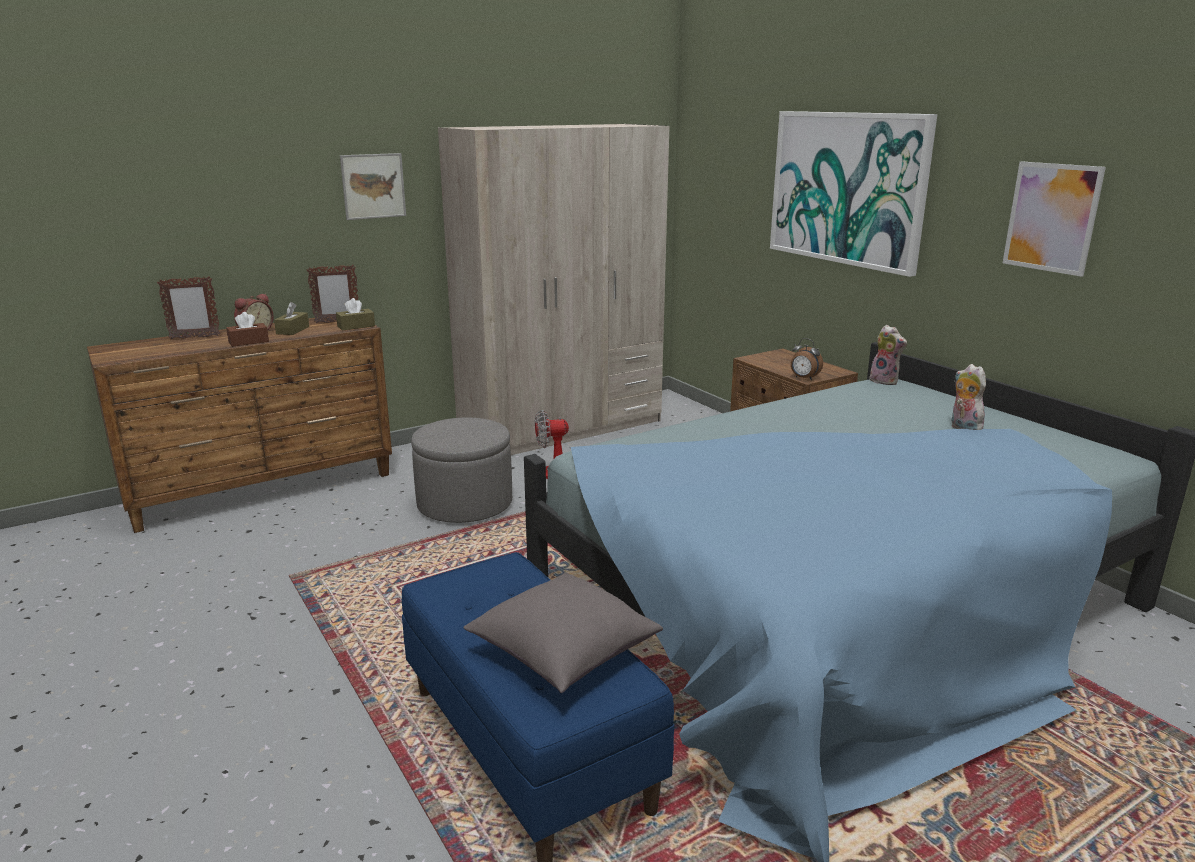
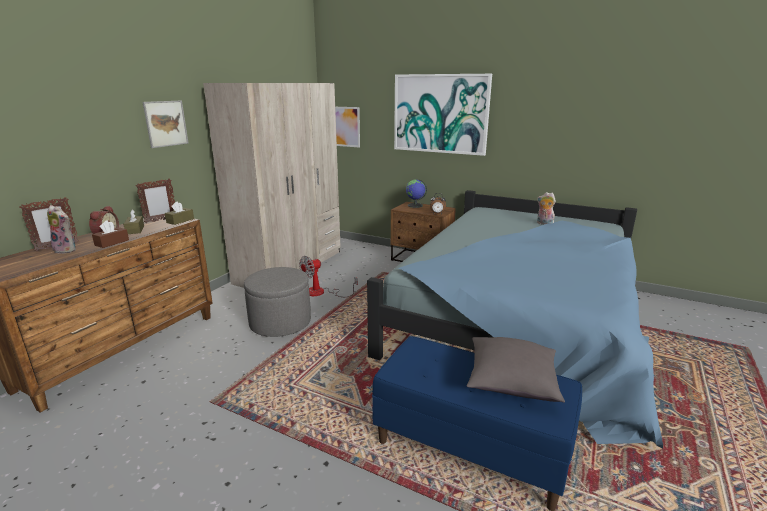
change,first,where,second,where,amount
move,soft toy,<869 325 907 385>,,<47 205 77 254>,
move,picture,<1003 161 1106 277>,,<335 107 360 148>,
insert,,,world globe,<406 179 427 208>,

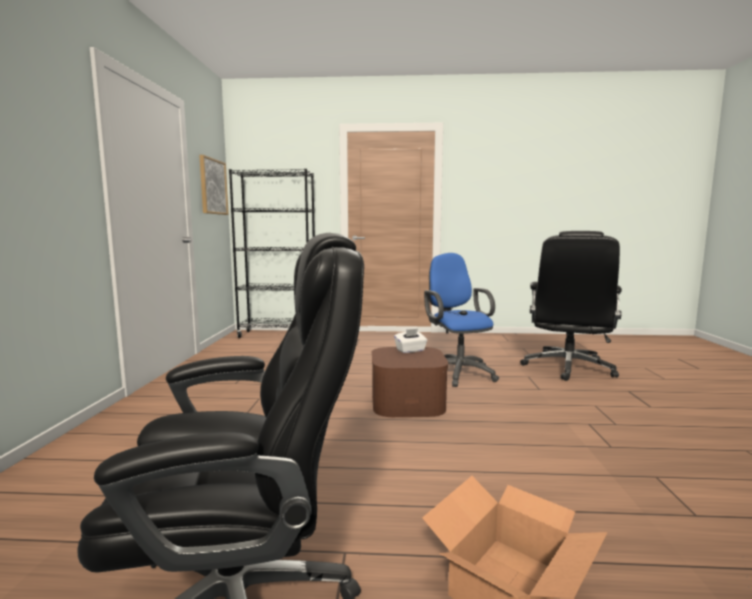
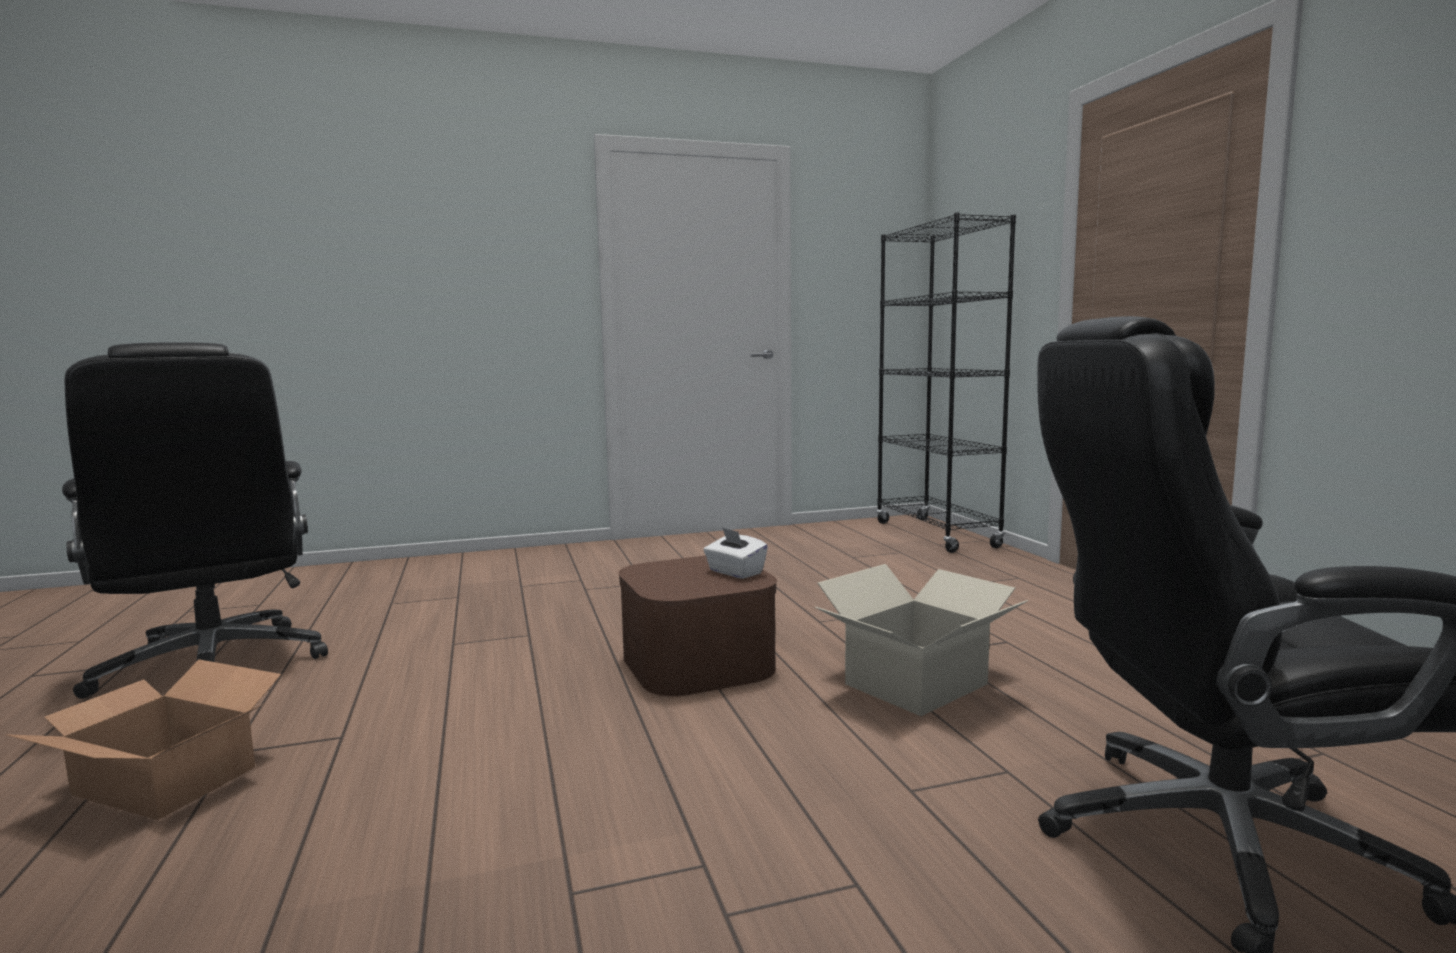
change,first,where,second,where,amount
delete,picture,<199 155 229 215>,,,
replace,office chair (bluish),<424 253 499 387>,carton,<815 564 1029 716>,

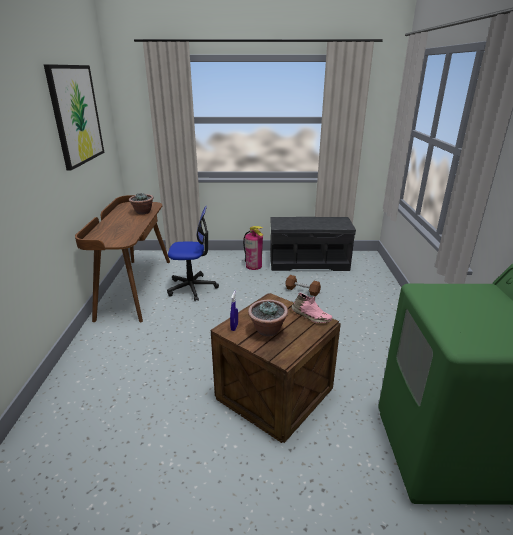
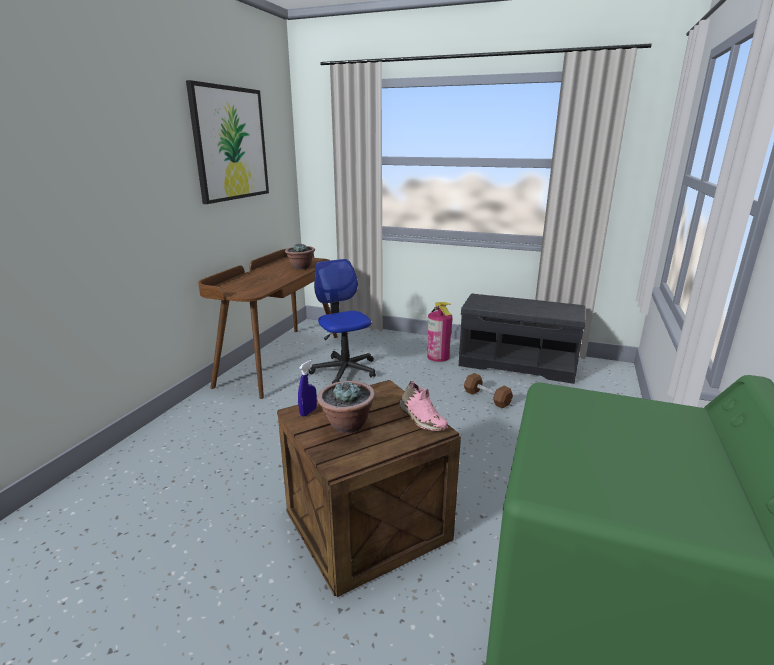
change,first,where,second,where,amount
rotate,office chair,<167 206 219 301>,,<309 259 376 384>,135 degrees counterclockwise

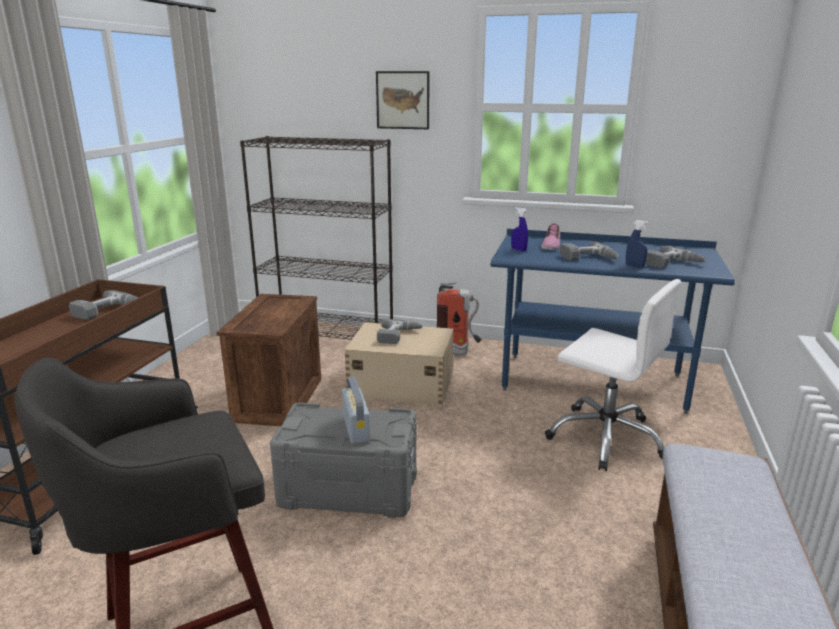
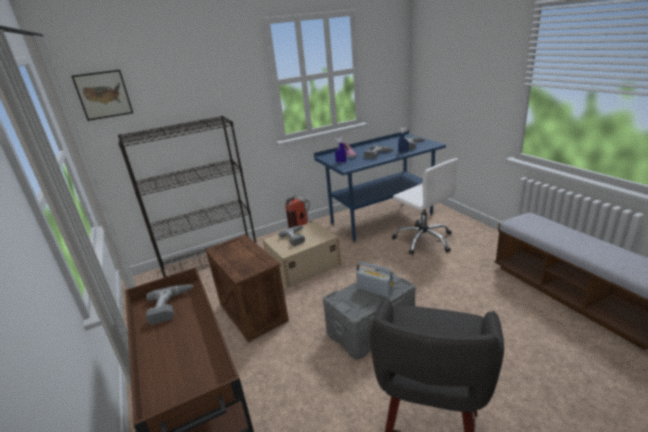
change,first,where,second,where,amount
move,picture,<376 71 430 129>,,<71 70 133 121>,
rotate,office chair (white),<545 279 681 471>,,<392 158 458 255>,60 degrees clockwise

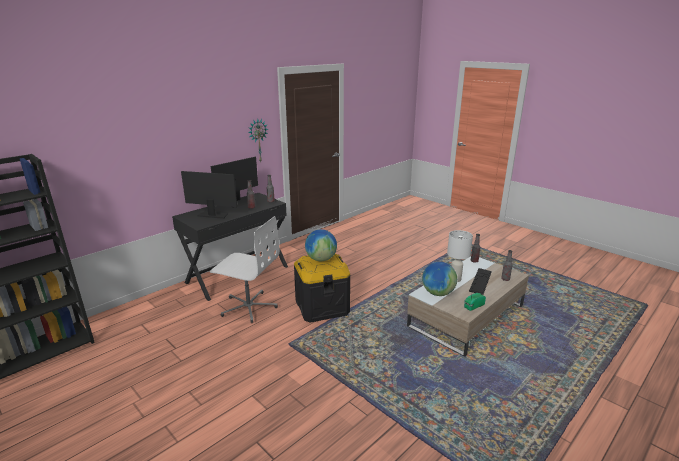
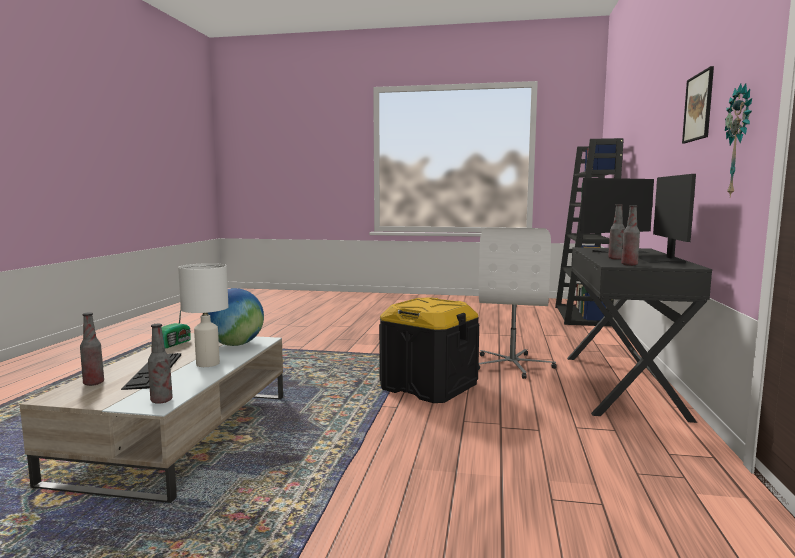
change,first,where,second,where,amount
rotate,office chair (white),<210 216 280 323>,,<478 227 557 379>,60 degrees counterclockwise
delete,world globe,<305 229 337 261>,,,
insert,,,picture,<682 66 714 143>,

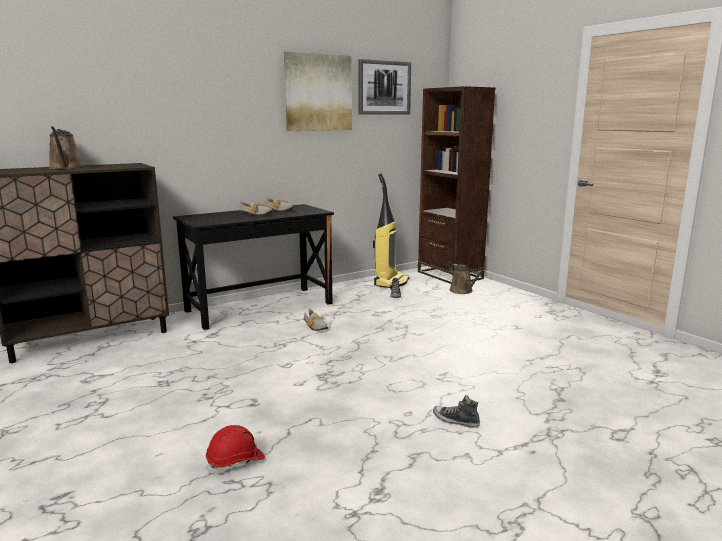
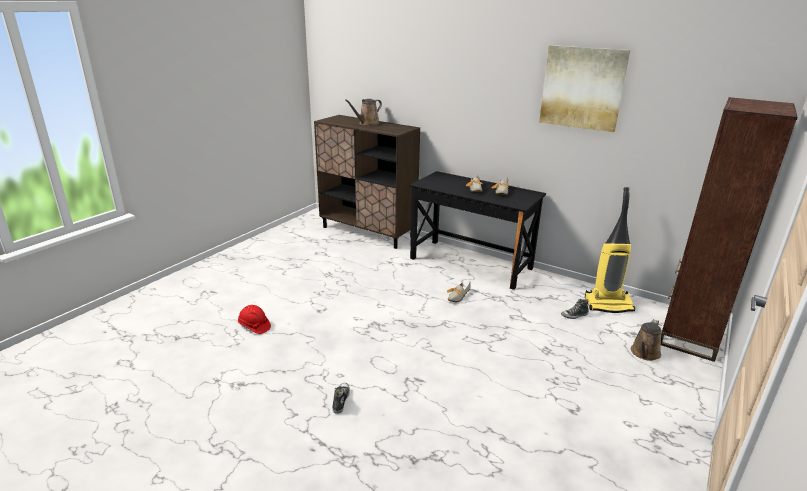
change,first,where,second,where,amount
delete,picture,<359 59 411 115>,,,

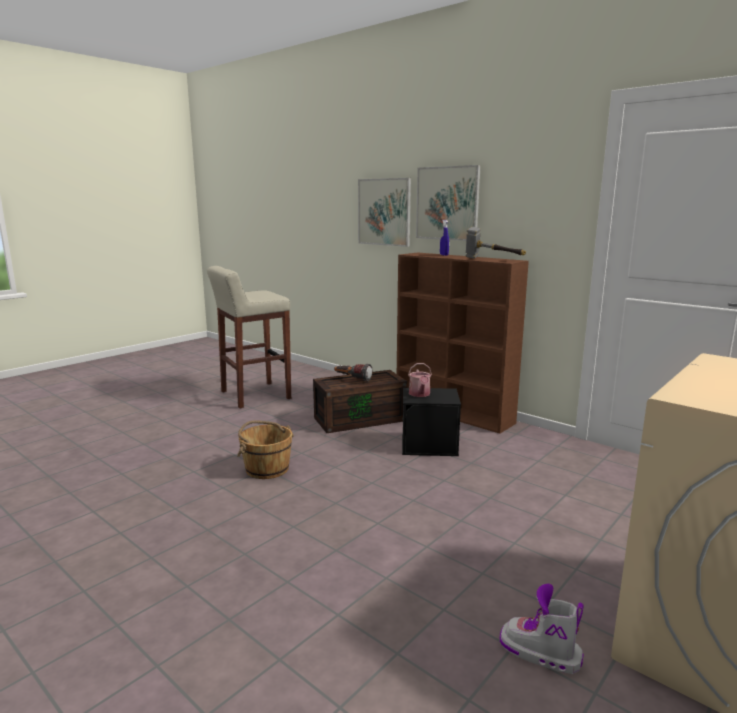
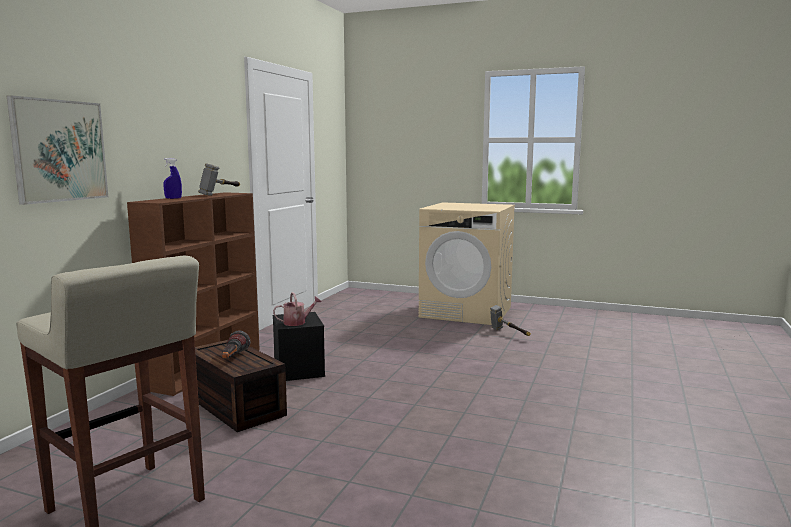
change,first,where,second,where,amount
delete,pail (brown-coloured),<237 420 294 479>,,,
delete,picture,<416 165 481 241>,,,
replace,tall boot,<500 584 584 674>,hand hammer,<490 305 531 336>,

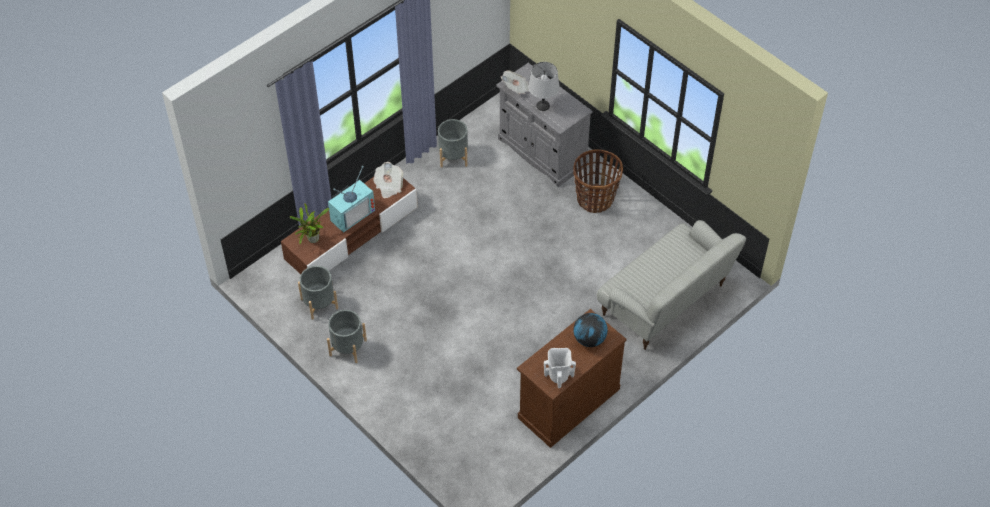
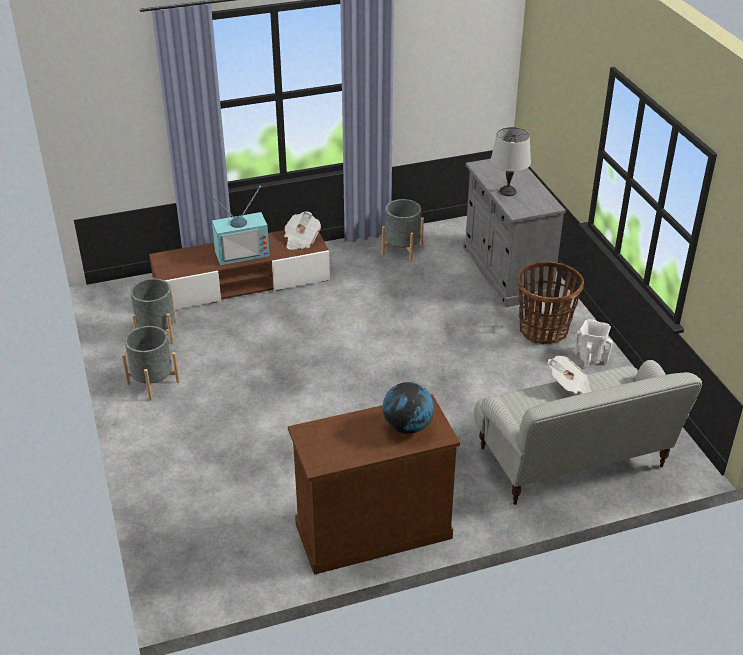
change,first,where,second,where,amount
delete,houseplant,<289 203 330 244>,,,
move,daily paper,<501 70 529 94>,,<548 356 592 394>,
move,flower vase (white),<544 348 576 388>,,<575 319 613 368>,

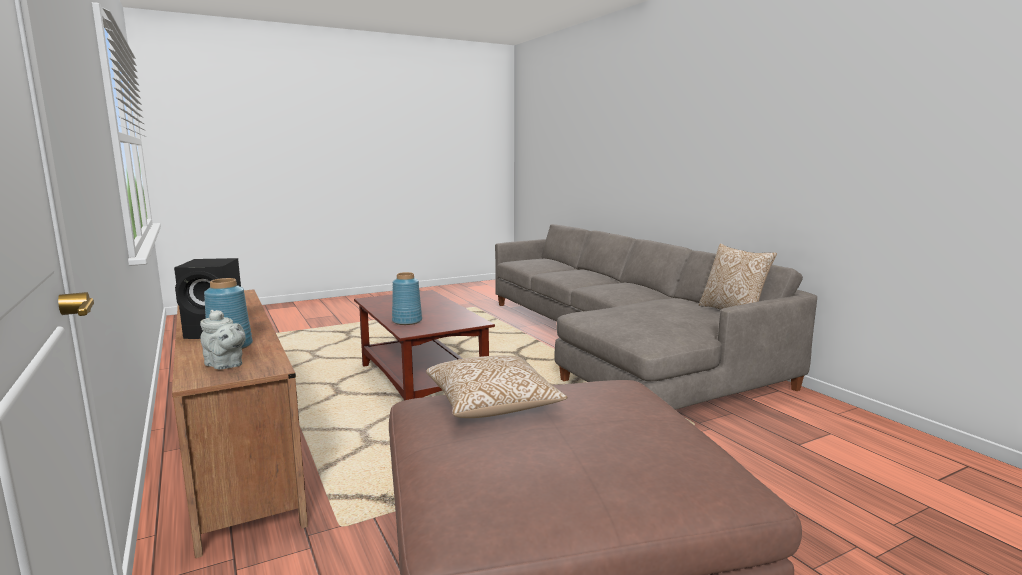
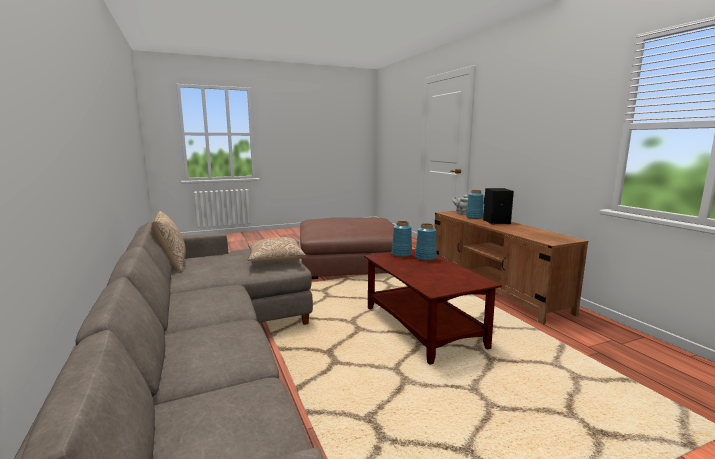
change,first,where,second,where,amount
move,cushion,<426 355 567 418>,,<248 237 306 263>,
insert,,,flower vase (bluish),<392 221 412 257>,

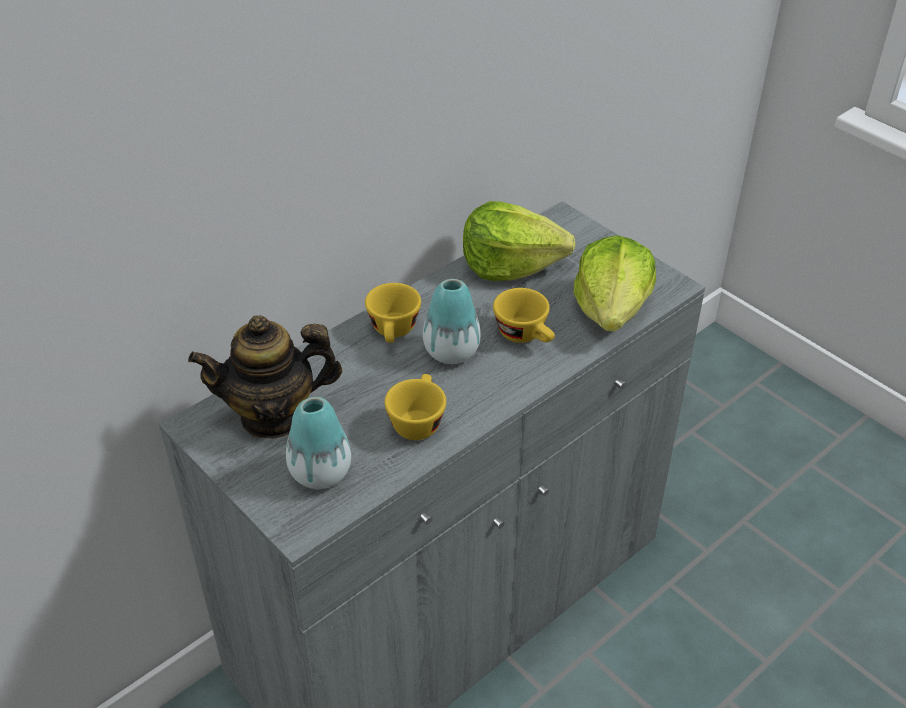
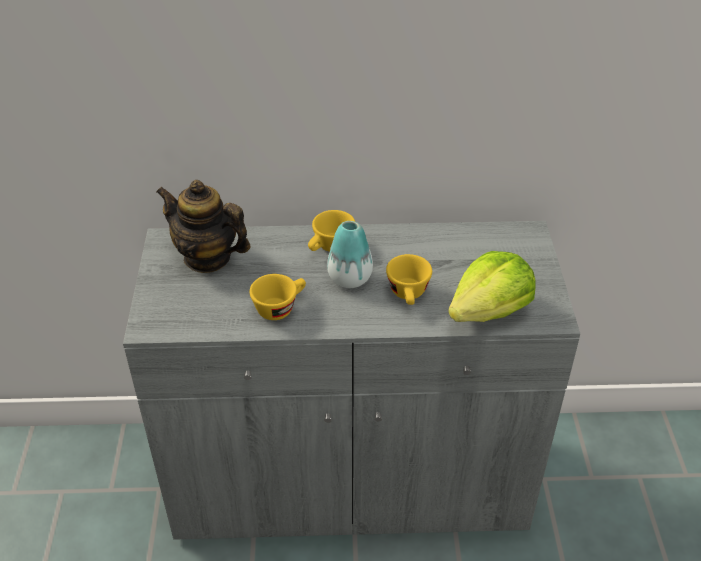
change,first,where,second,where,amount
delete,flower vase,<286 397 351 489>,,,
delete,head of lettuce,<463 201 576 281>,,,

